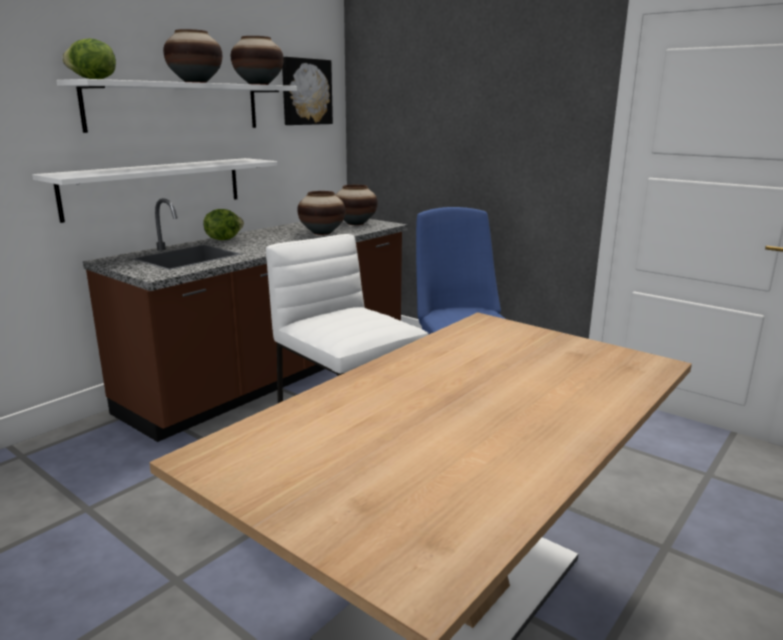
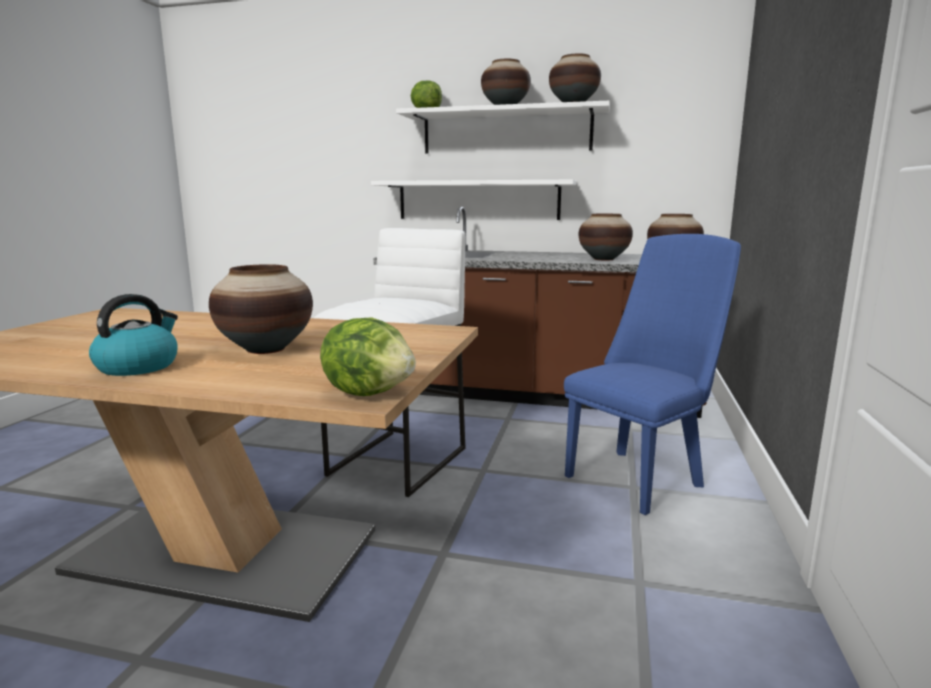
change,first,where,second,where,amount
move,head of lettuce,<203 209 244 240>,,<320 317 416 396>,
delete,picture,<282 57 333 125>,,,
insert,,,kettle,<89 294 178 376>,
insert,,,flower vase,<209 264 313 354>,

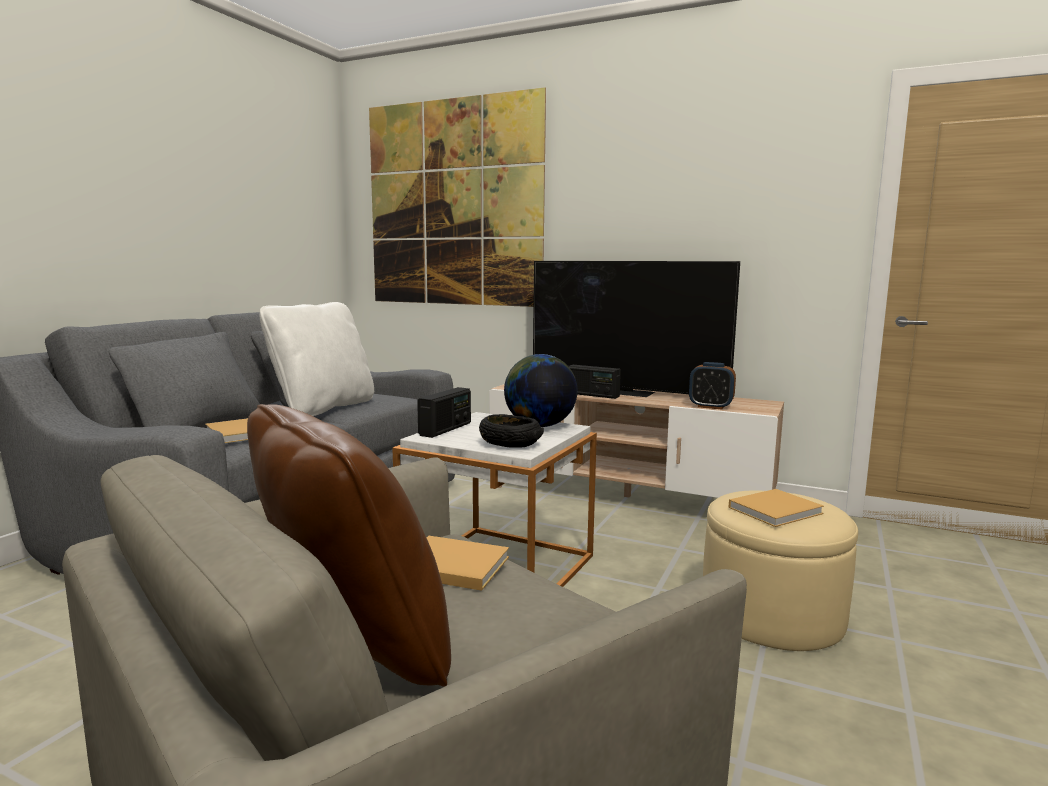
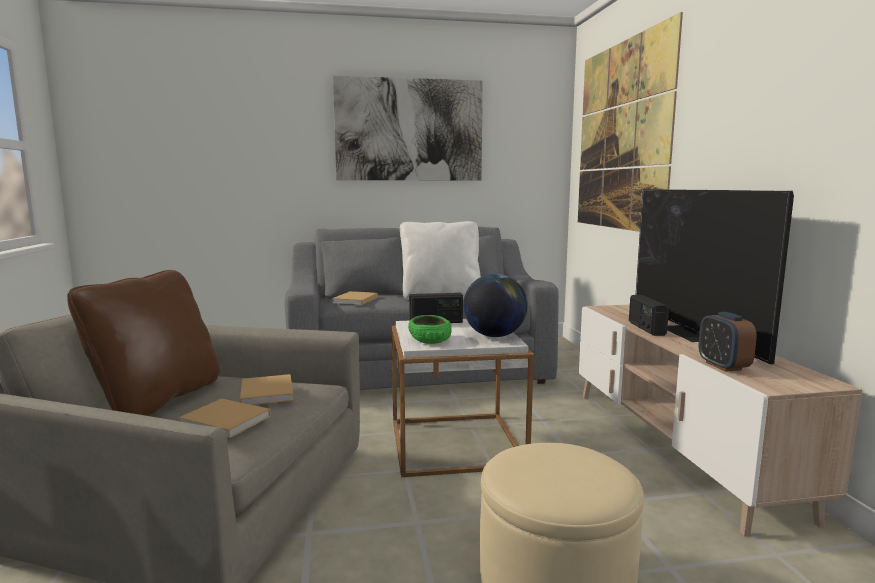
change,first,where,second,where,amount
recolor,deep dish (black),<479 414 544 448>,deep dish (green),<408 315 452 344>,
move,book (beige-coloured),<728 489 824 527>,,<179 398 271 438>,
insert,,,picture,<333 76 483 180>,

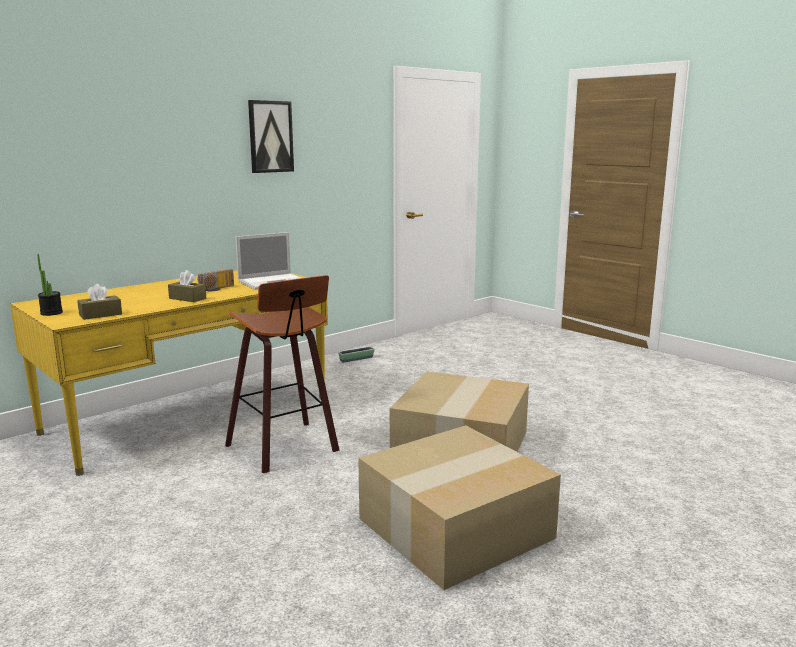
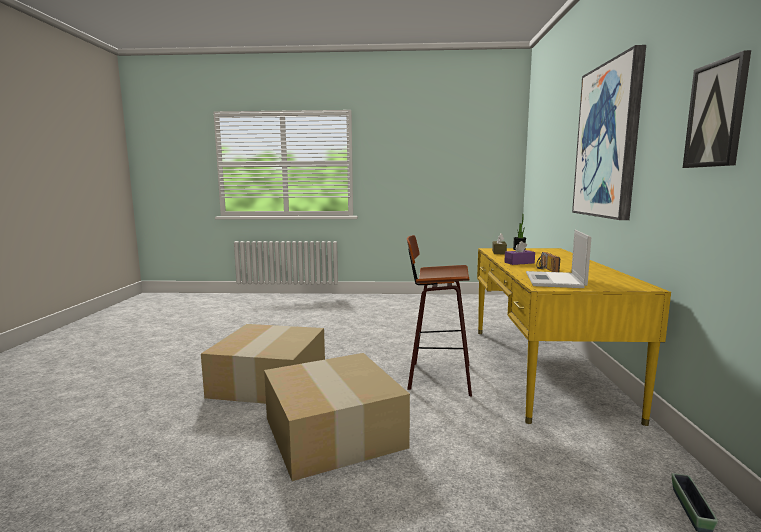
change,first,where,second,where,amount
recolor,tissue box (brown-coloured),<168 270 206 302>,tissue box (purple),<504 241 535 265>,
insert,,,picture,<572 45 646 220>,

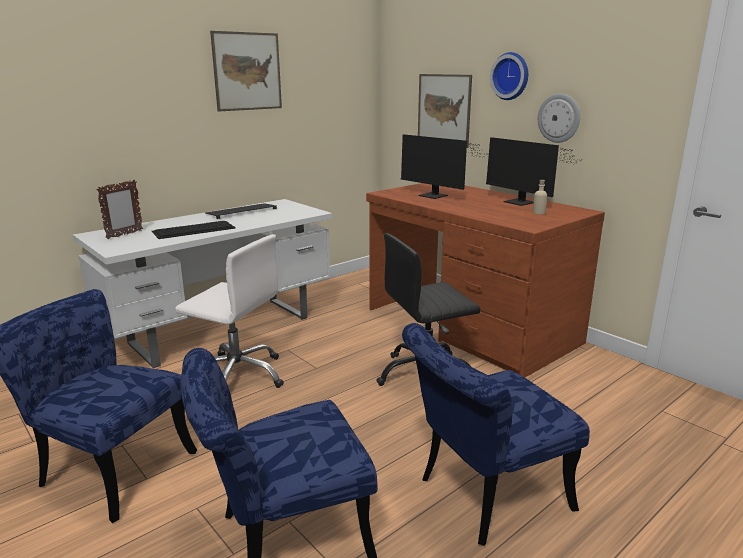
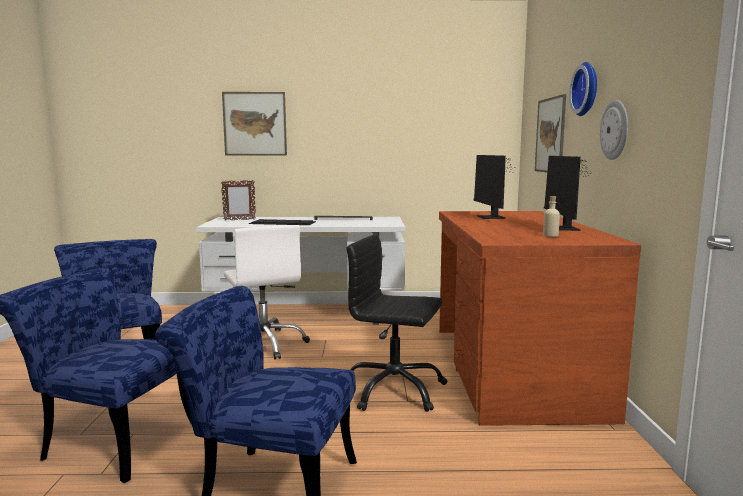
change,first,where,second,where,amount
move,picture,<210 31 282 111>,,<222 92 287 155>,

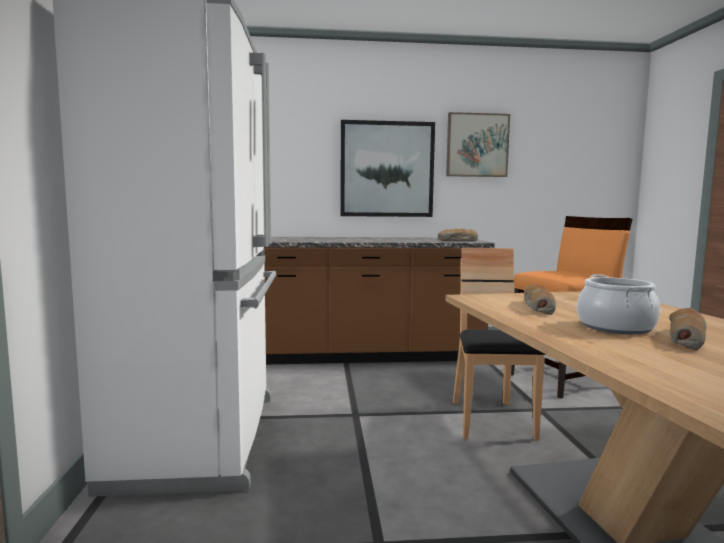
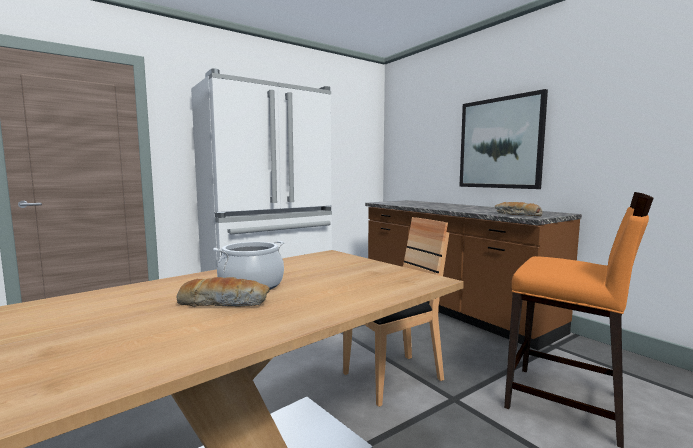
change,first,where,second,where,amount
delete,picture,<446 112 510 177>,,,
delete,bakery bread,<524 284 556 315>,,,

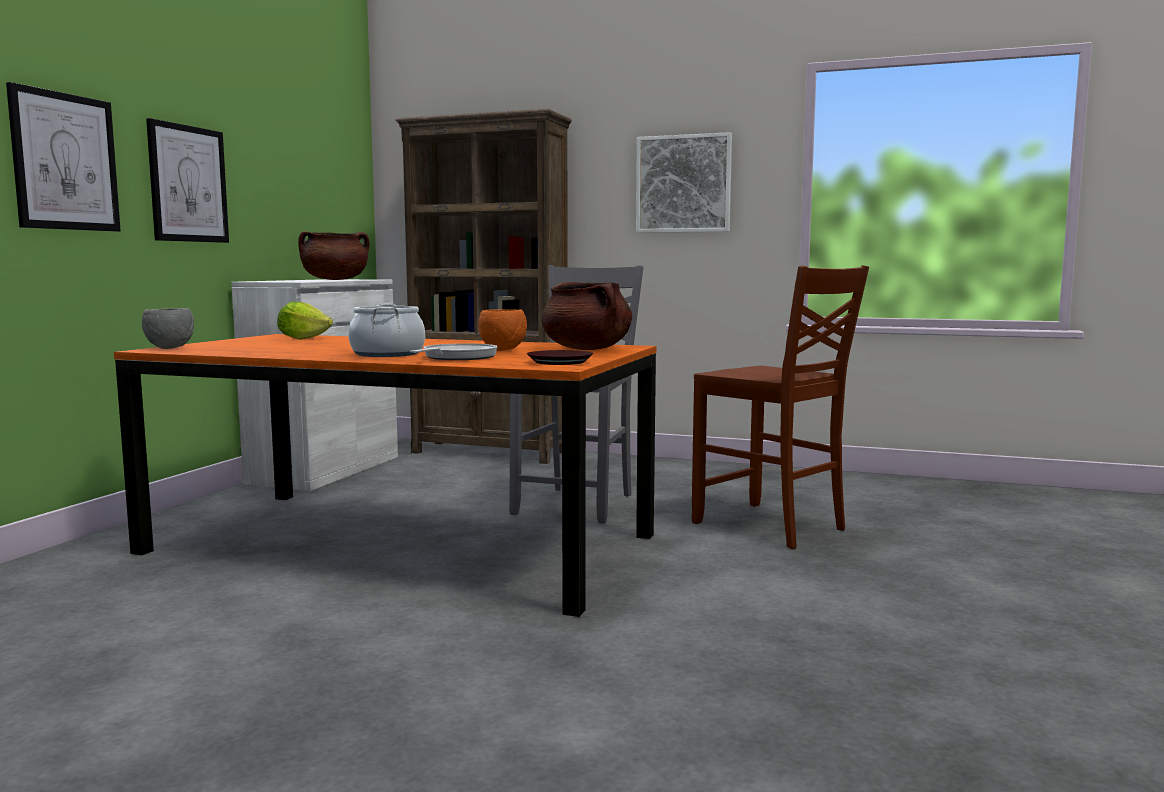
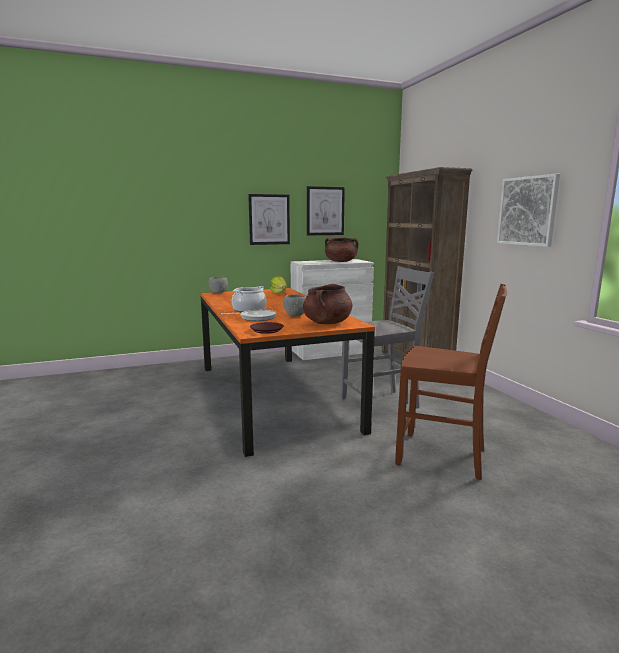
change,first,where,second,where,amount
move,picture,<6 82 121 232>,,<307 186 345 235>,
recolor,deep dish (orange),<478 309 527 351>,deep dish (grey),<283 294 306 317>,
rotate,plain chair (brown-coloured),<692 265 869 549>,,<395 284 507 480>,75 degrees counterclockwise

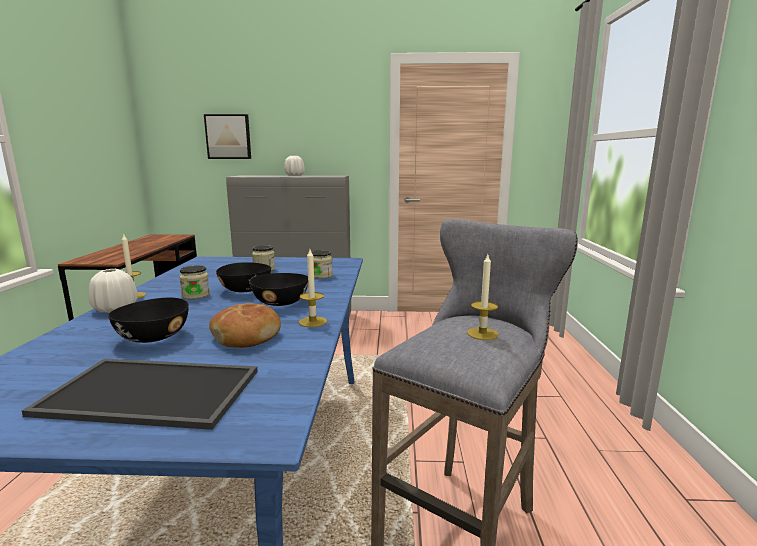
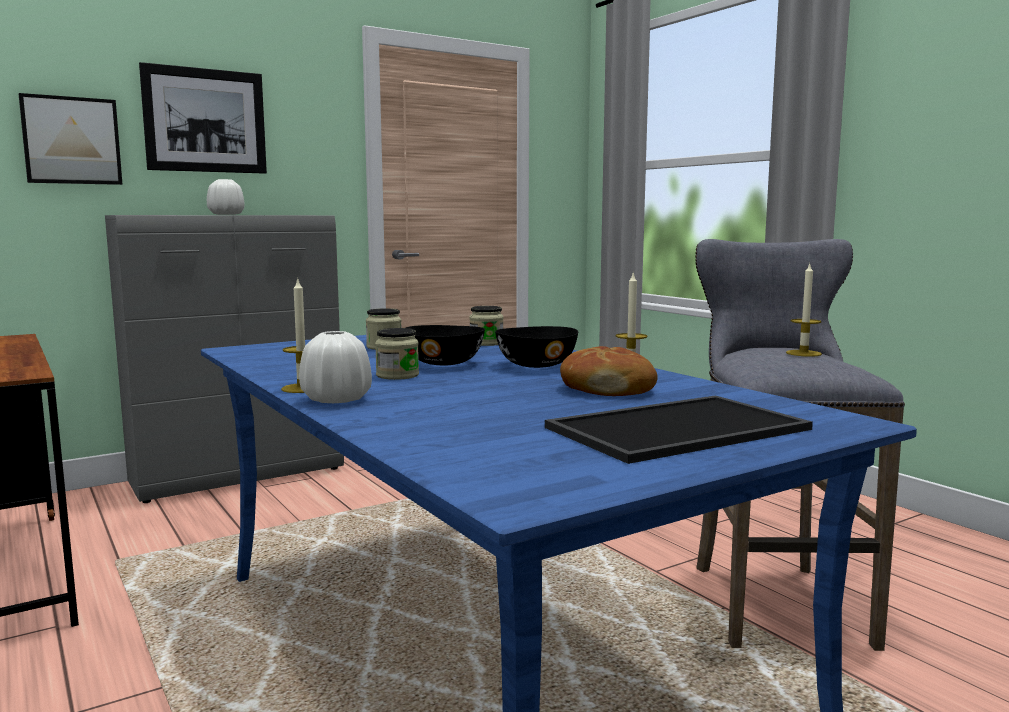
change,first,where,second,where,amount
delete,deep dish (black),<108 298 189 343>,,,
insert,,,picture,<139 62 267 174>,

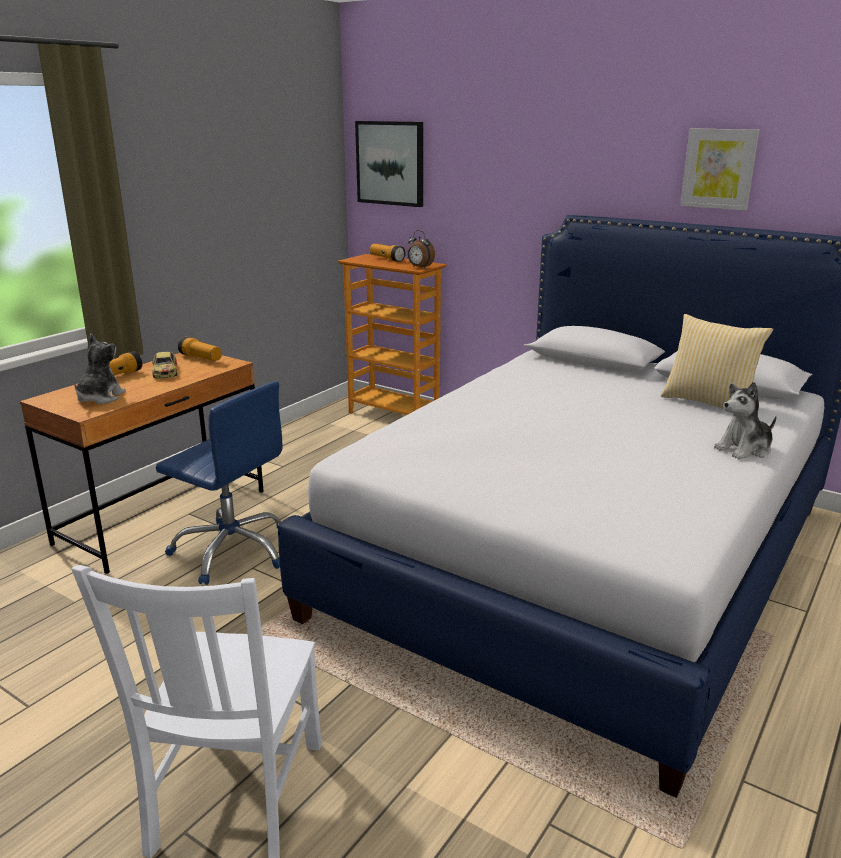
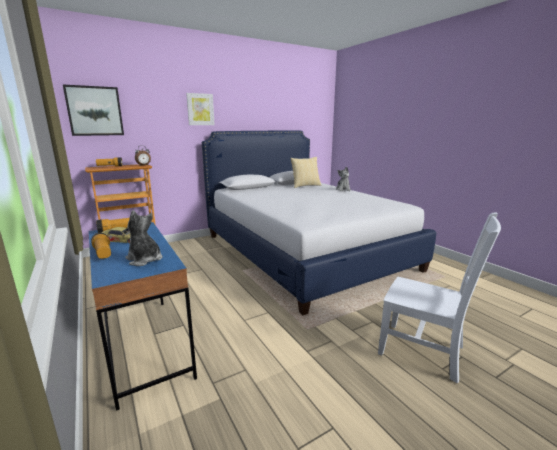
change,first,where,second,where,amount
recolor,desk (brown-coloured),<20 353 264 574>,desk (bluish),<89 222 197 411>,
delete,office chair (bluish),<156 381 283 585>,,,
move,picture,<680 128 759 210>,,<186 93 215 125>,

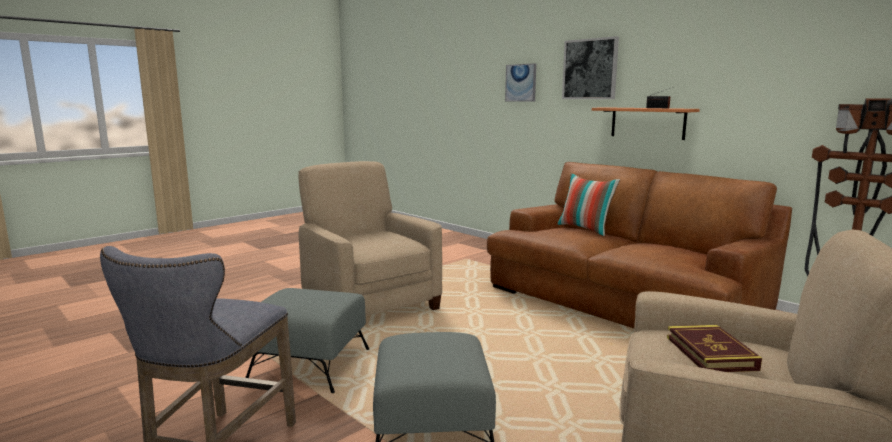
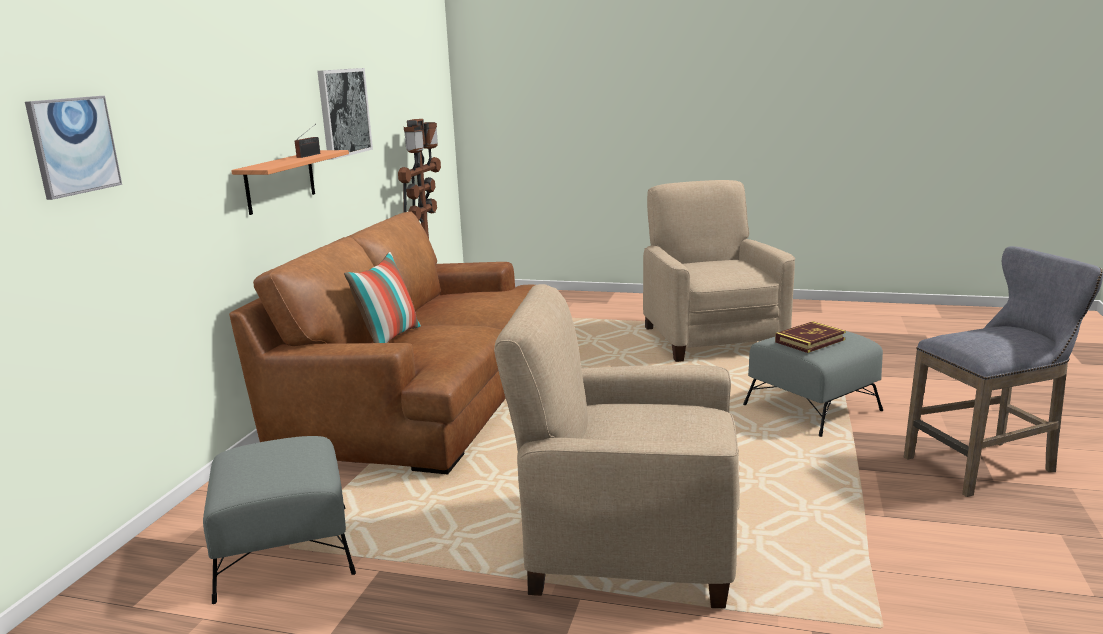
change,first,where,second,where,amount
move,footrest (grey),<245 288 369 393>,,<203 436 356 604>,
rotate,easy chair (beige-coloured),<298 161 442 316>,,<494 284 740 609>,75 degrees clockwise
move,picture,<562 36 619 99>,,<317 68 373 160>,
move,book,<667 325 762 372>,,<775 321 846 353>,

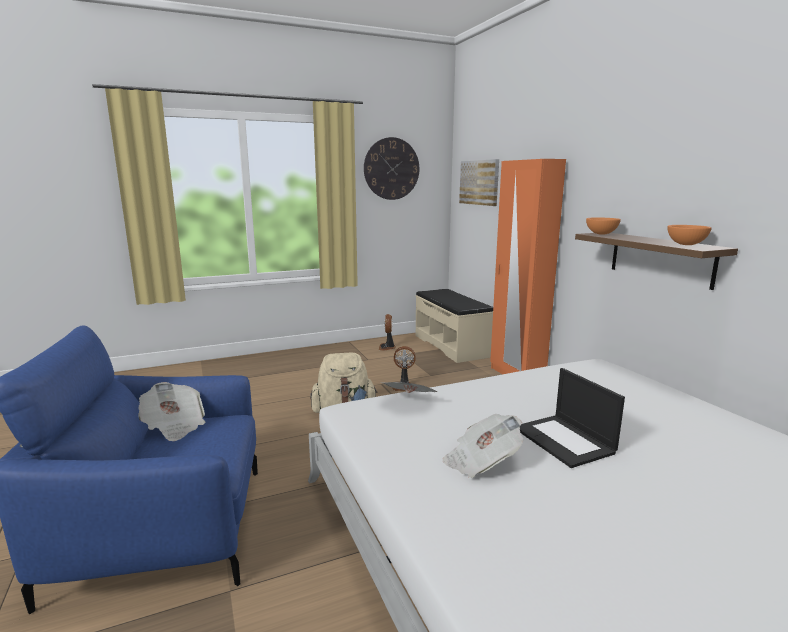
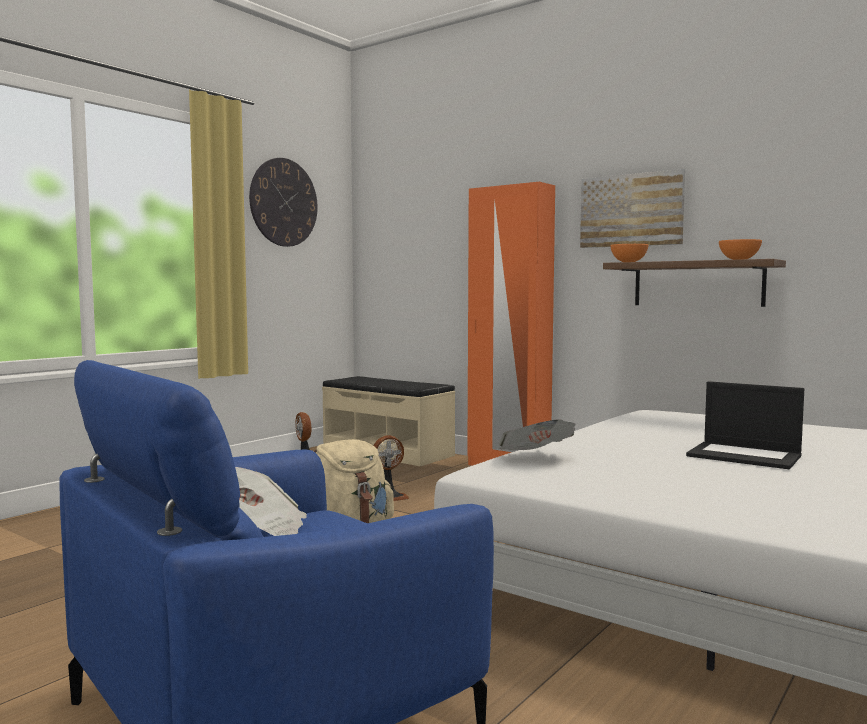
change,first,where,second,where,amount
delete,daily paper,<443 414 523 478>,,,
move,picture,<459 159 499 206>,,<580 169 685 248>,

